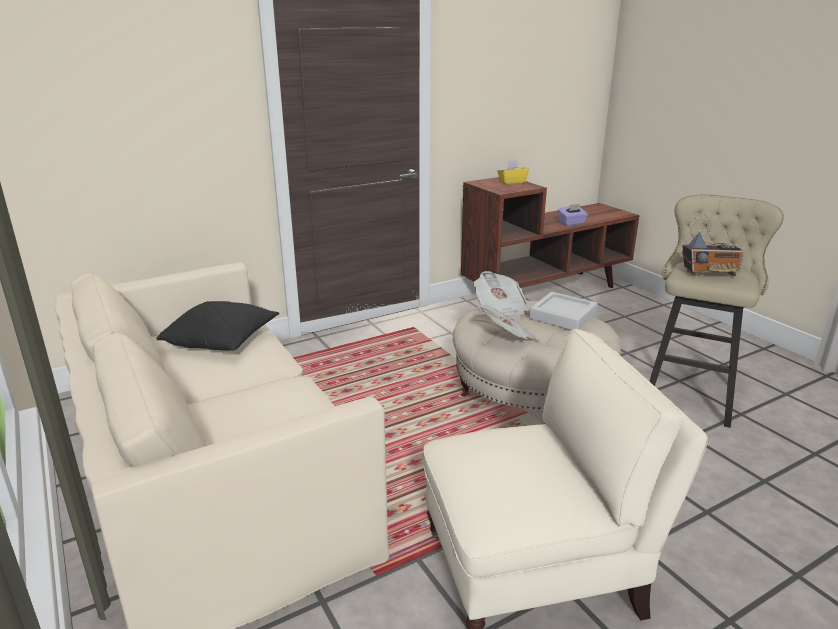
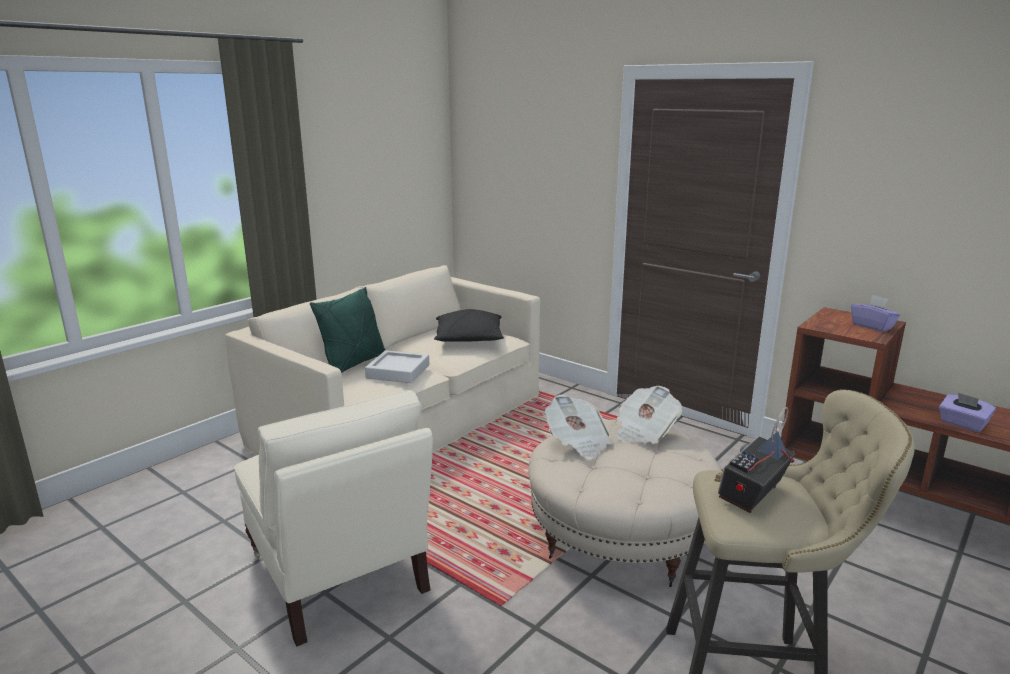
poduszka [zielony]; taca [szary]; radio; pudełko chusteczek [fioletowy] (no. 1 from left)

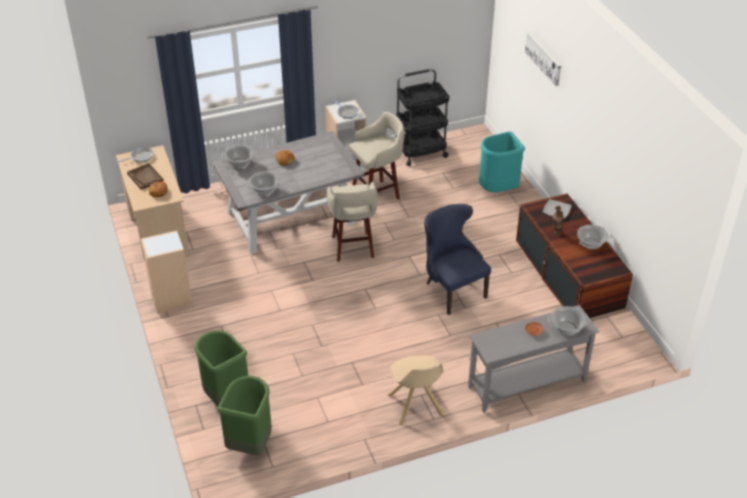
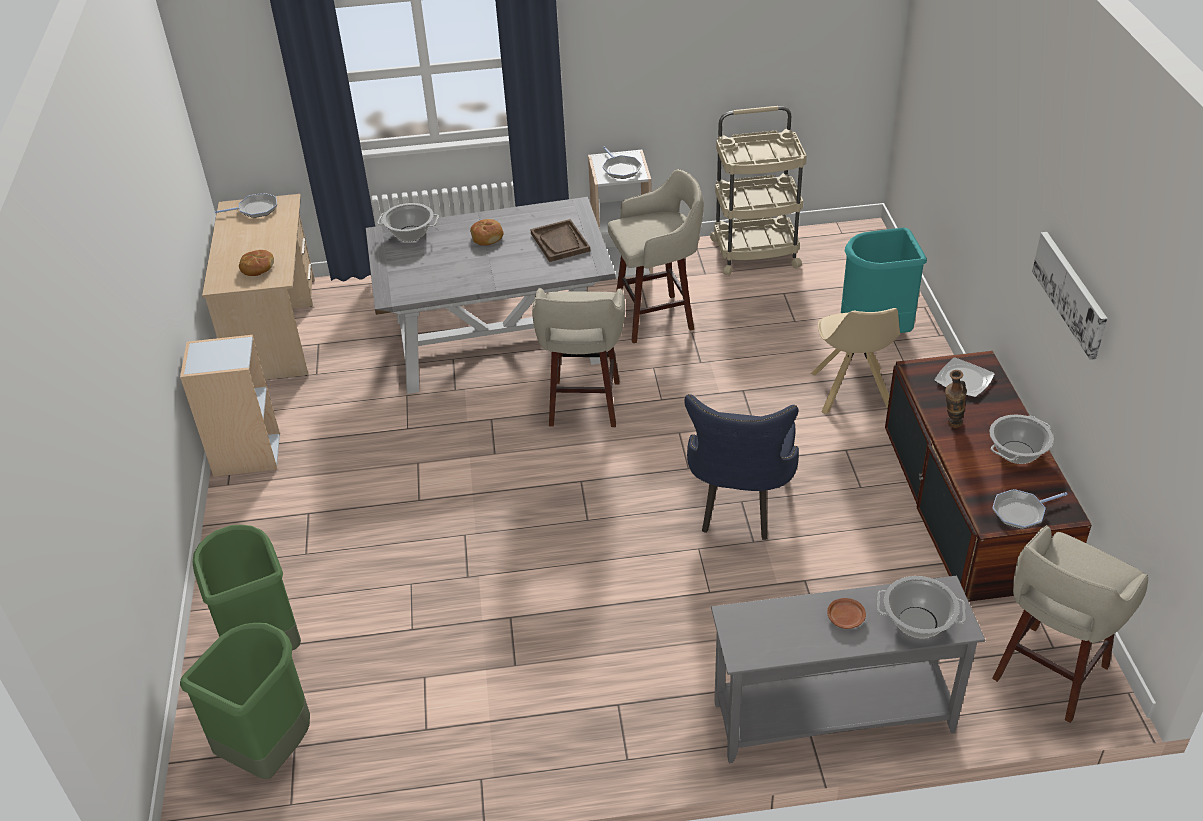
taca [brązowy]; krzesło [niebieski]; wózek [beżowy]; krzesło [beżowy]; stołek [beżowy] (no. 3 from left); patelnia (no. 3 from left); obraz; garnek (no. 2 from left in the first image)

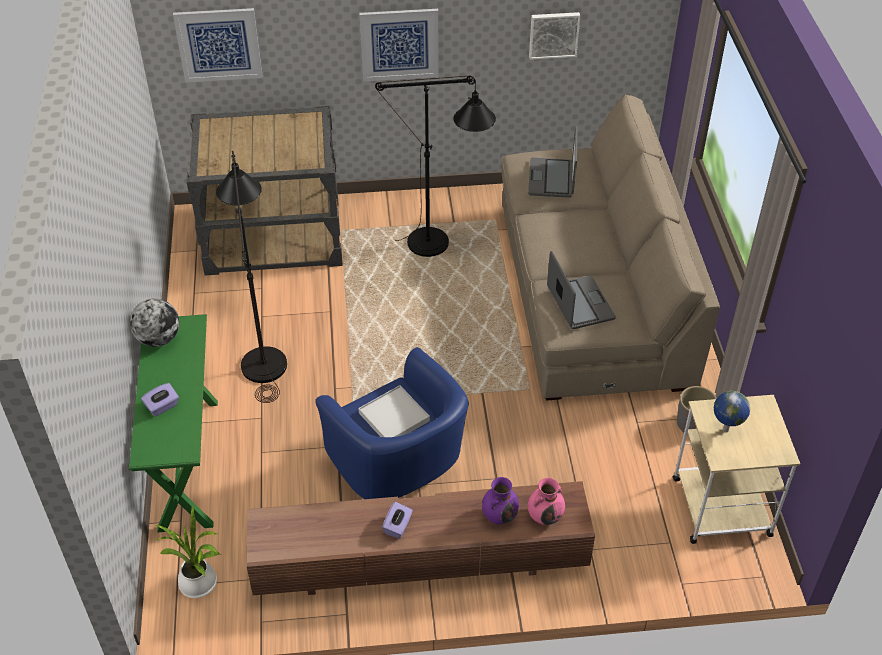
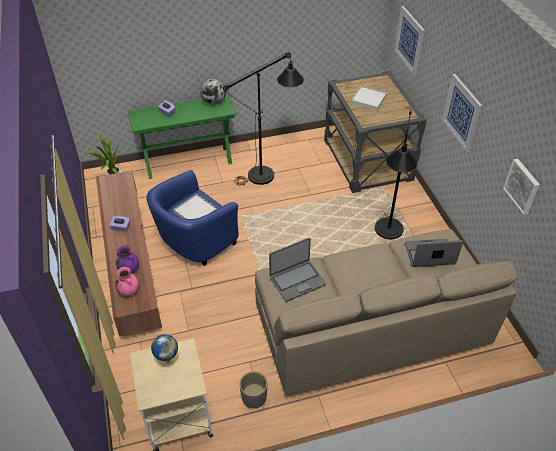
taca [biały] (no. 2 from left)

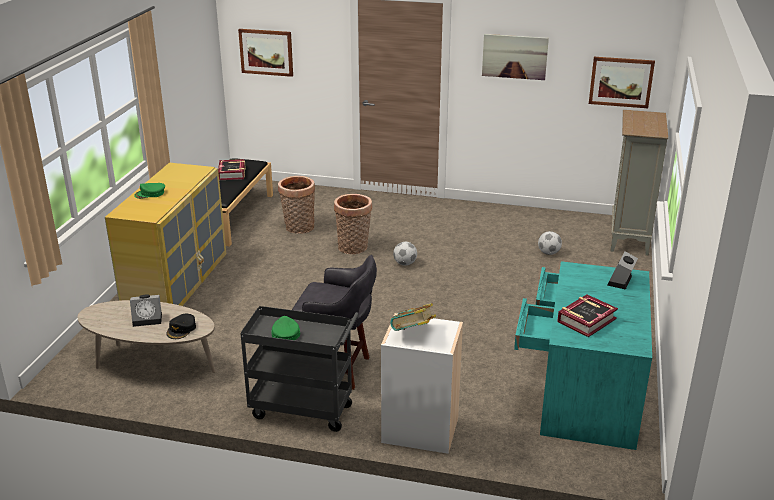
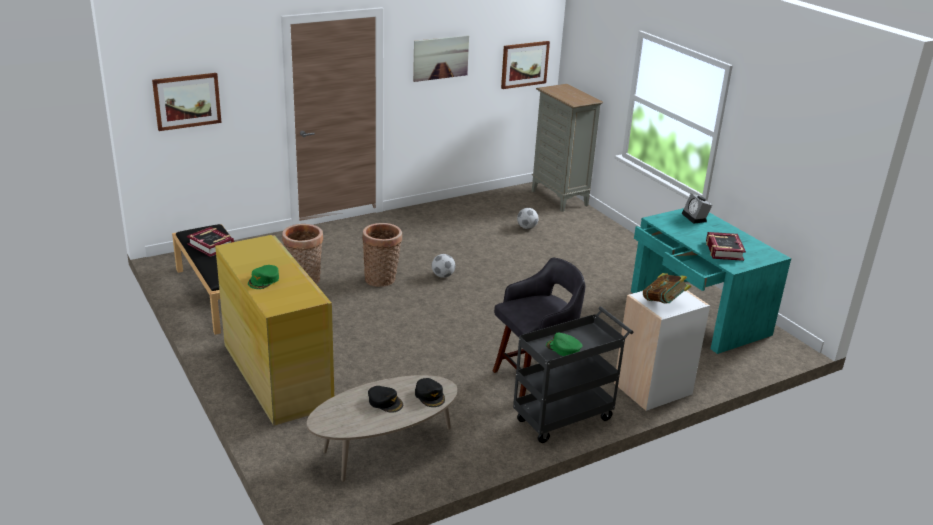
czapka z daszkiem [czarny] (no. 1 from left)

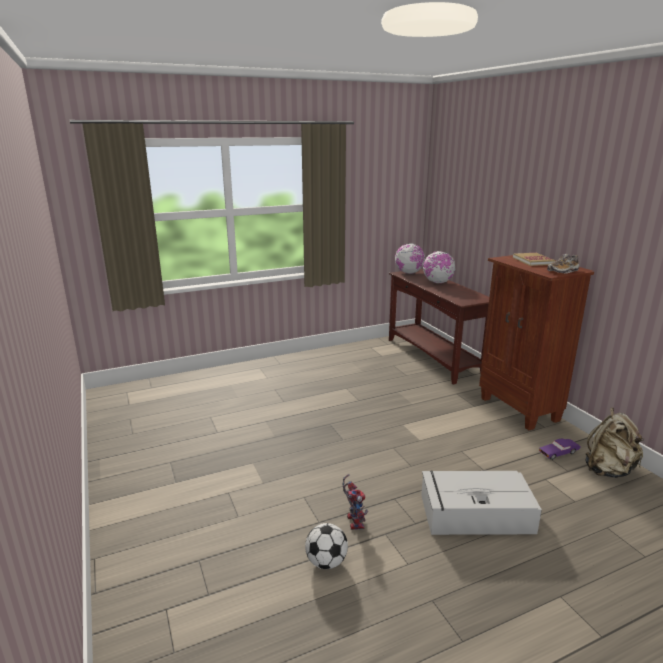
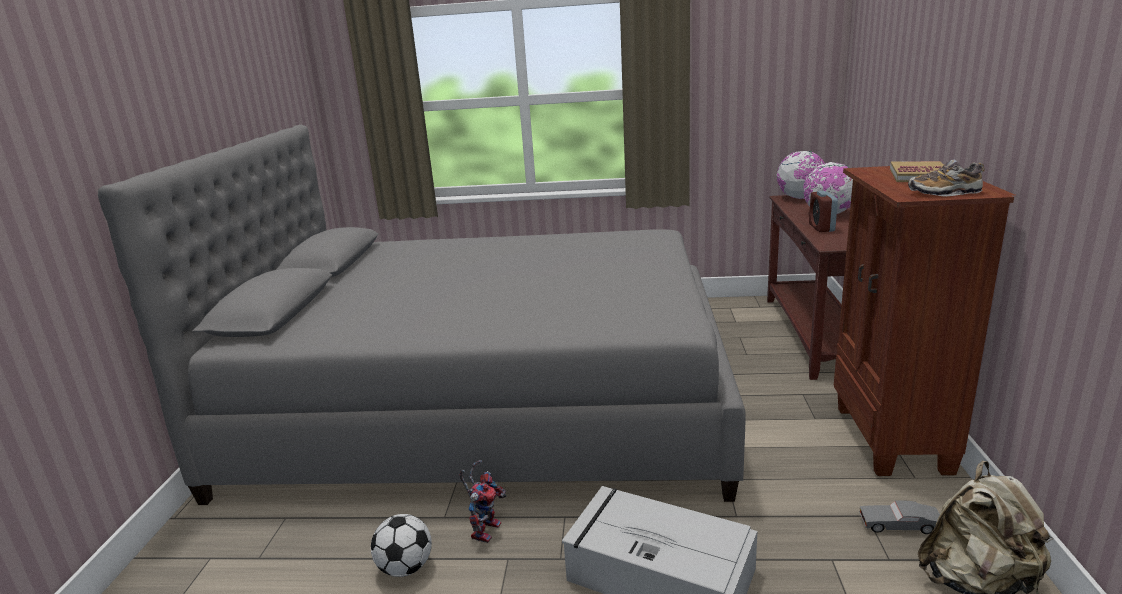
łóżko [szary]; budzik; samochodzik [szary]

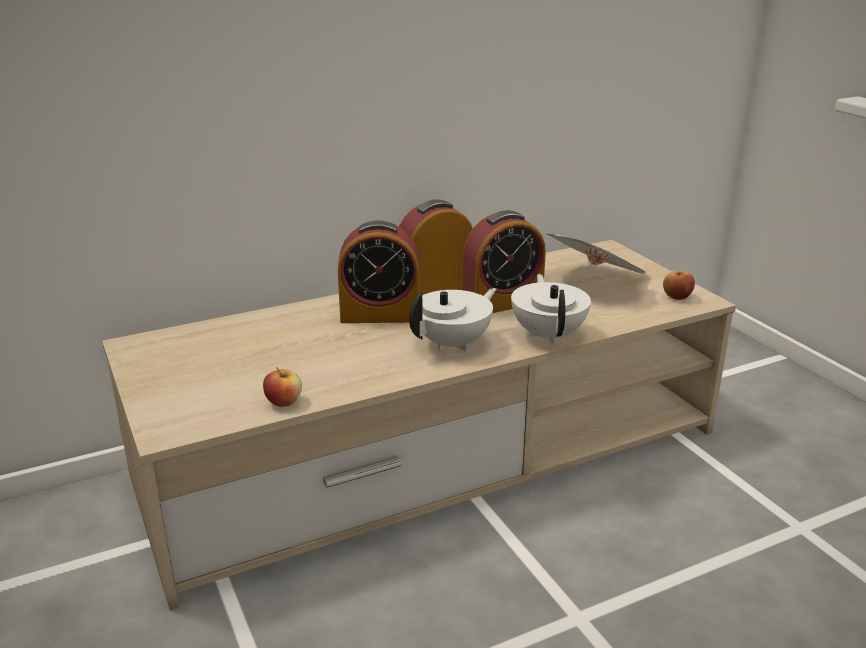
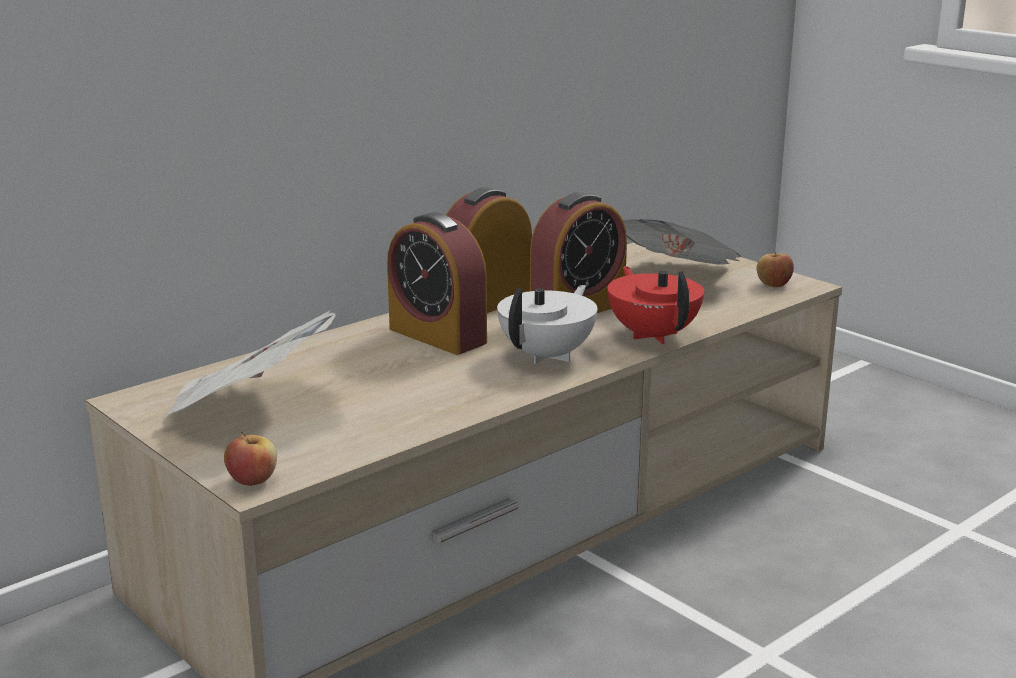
gazeta (no. 1 from left); jabłko (no. 1 from left); budzik (no. 1 from left); imbryk [czerwony]

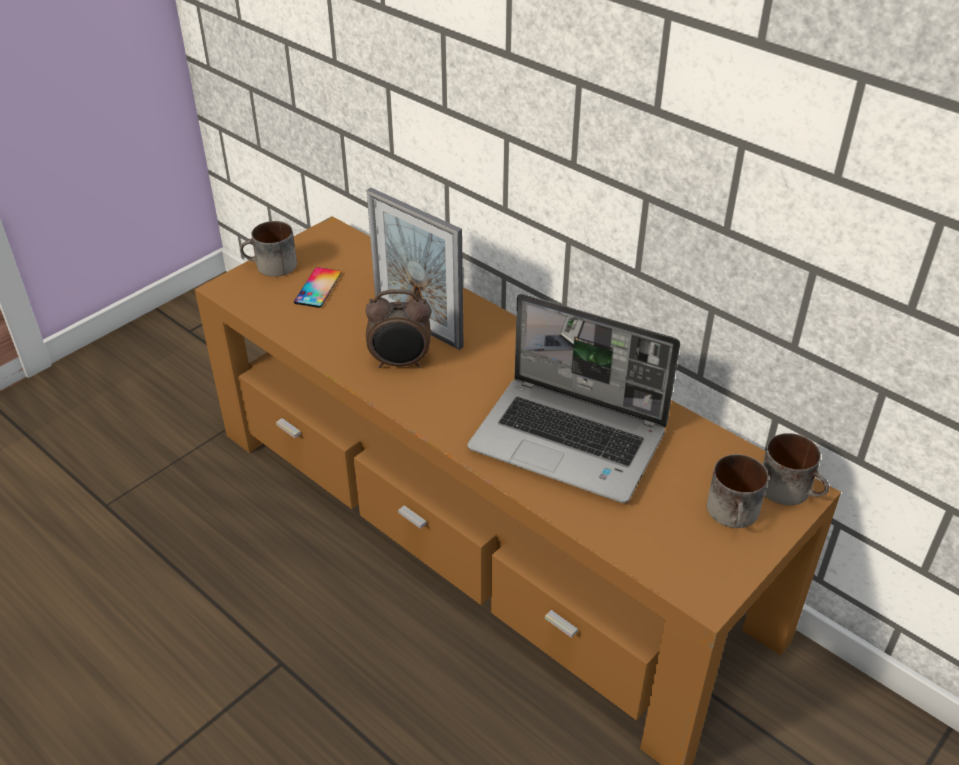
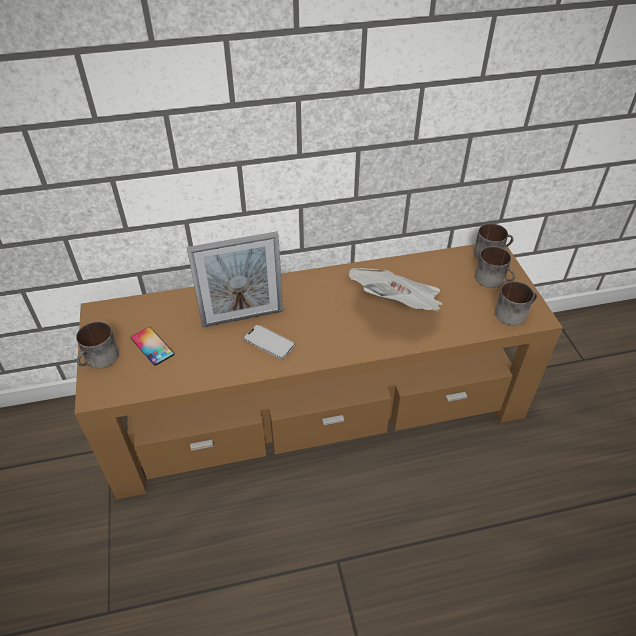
telefon (no. 2 from left); gazeta; kubek (no. 4 from left)

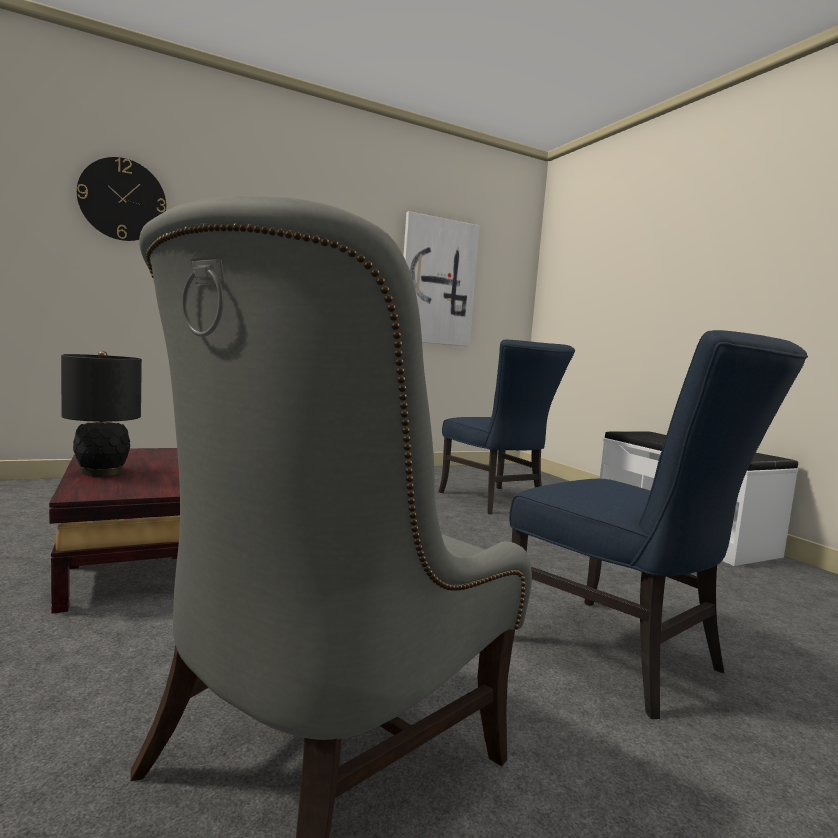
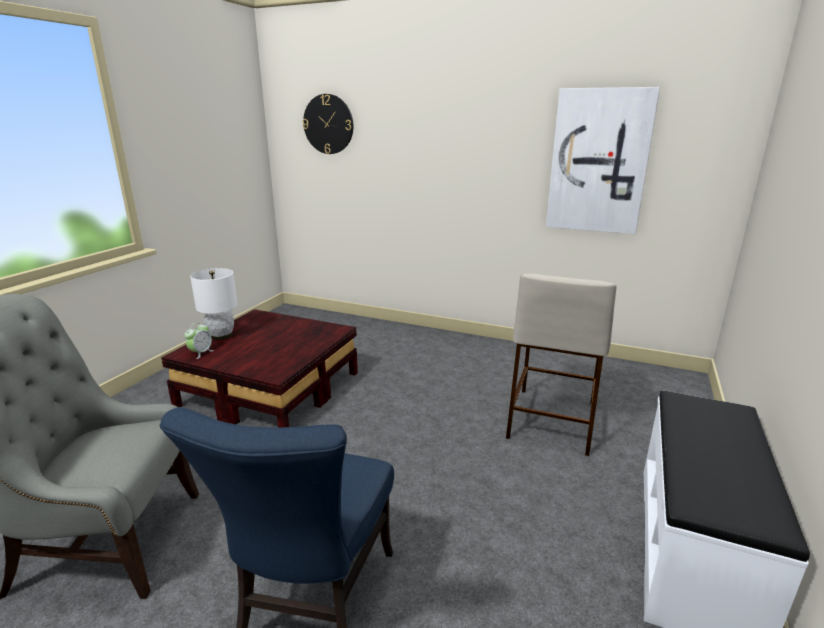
budzik; lampa stołowa [biały]; stołek [beżowy]

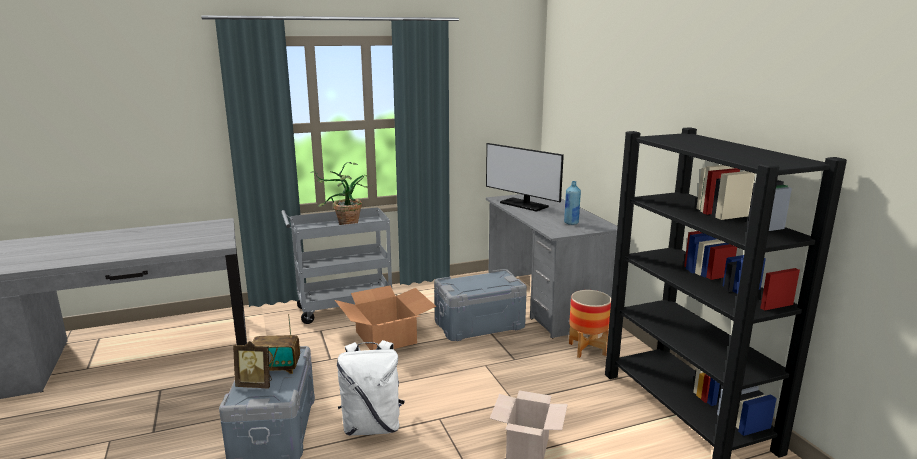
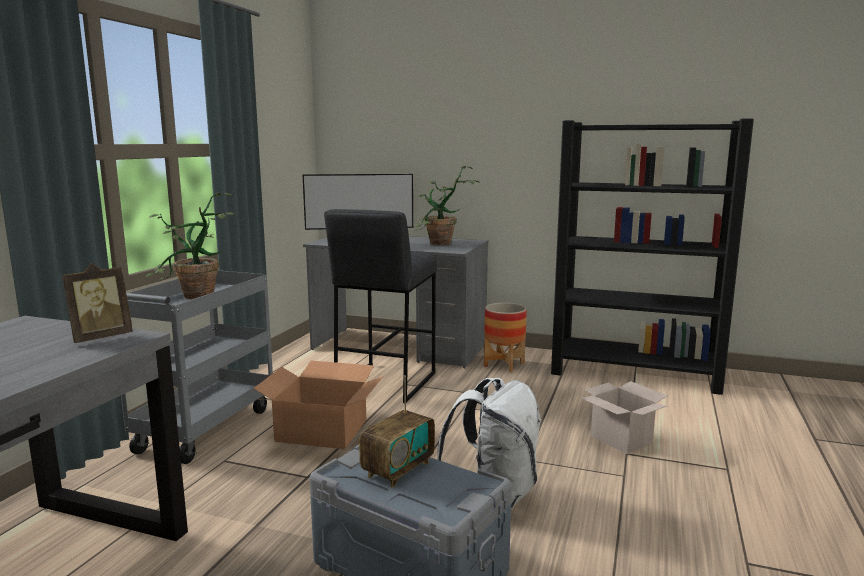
ramka na zdjęcie; stołek [szary]; roślina doniczkowa (no. 2 from left)

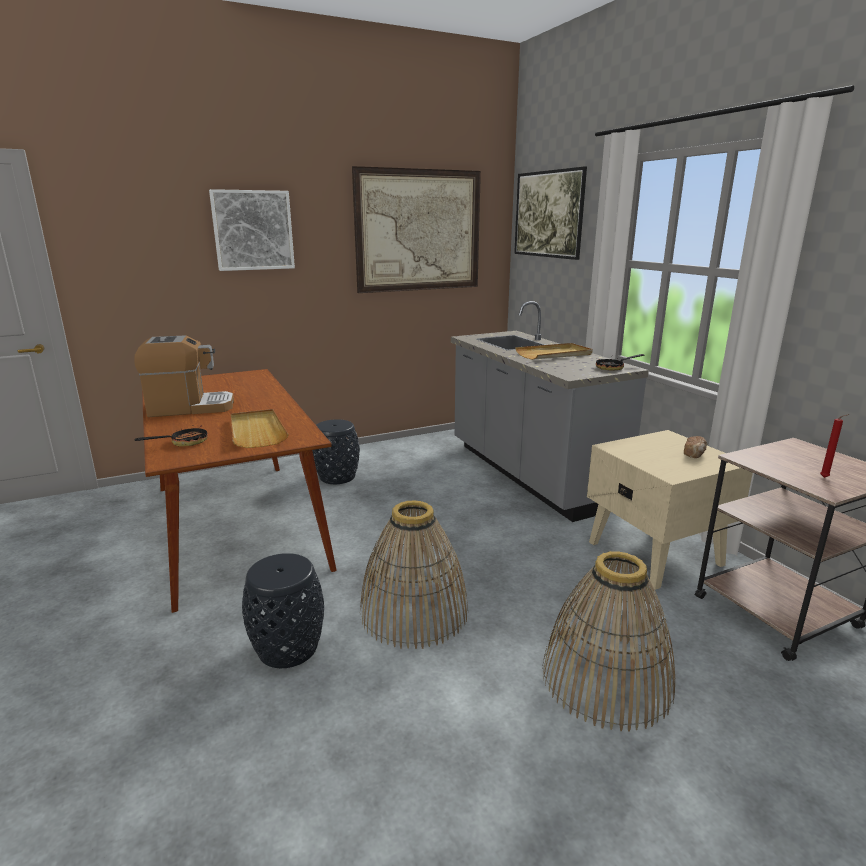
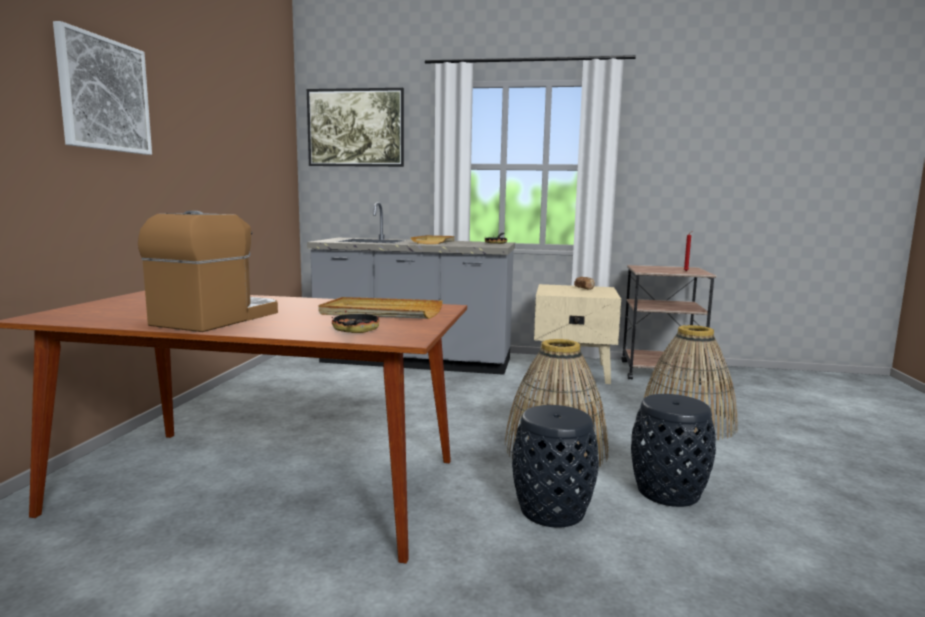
stołek [czarny] (no. 2 from left); obraz (no. 2 from left in the first image)

